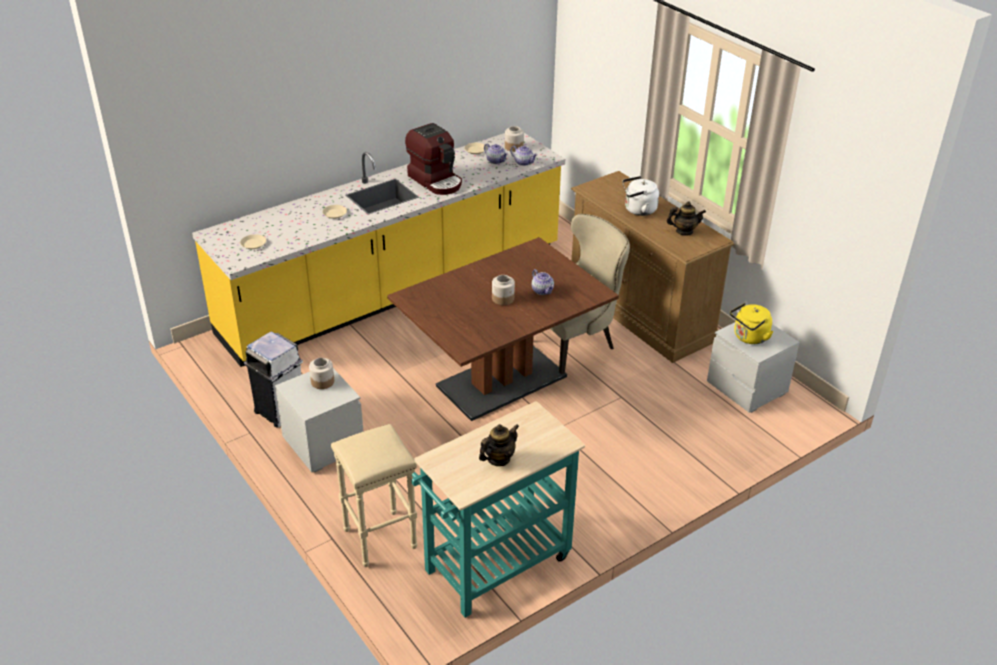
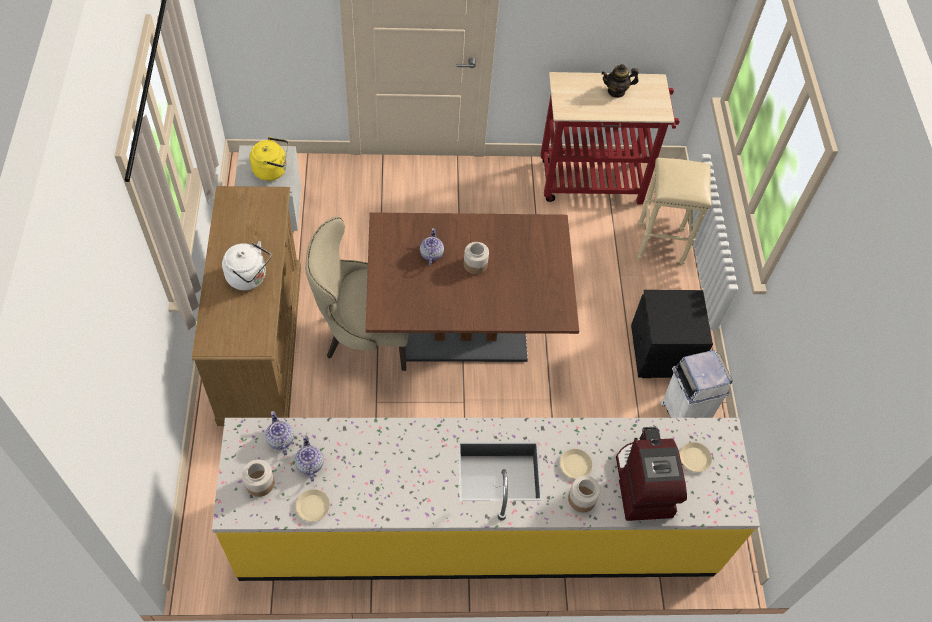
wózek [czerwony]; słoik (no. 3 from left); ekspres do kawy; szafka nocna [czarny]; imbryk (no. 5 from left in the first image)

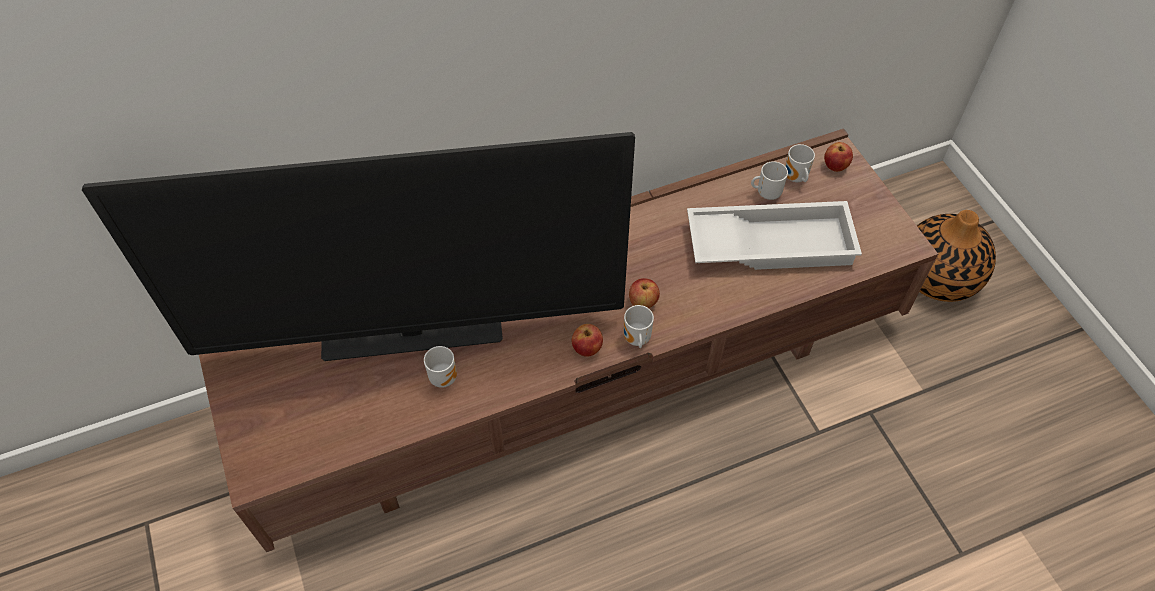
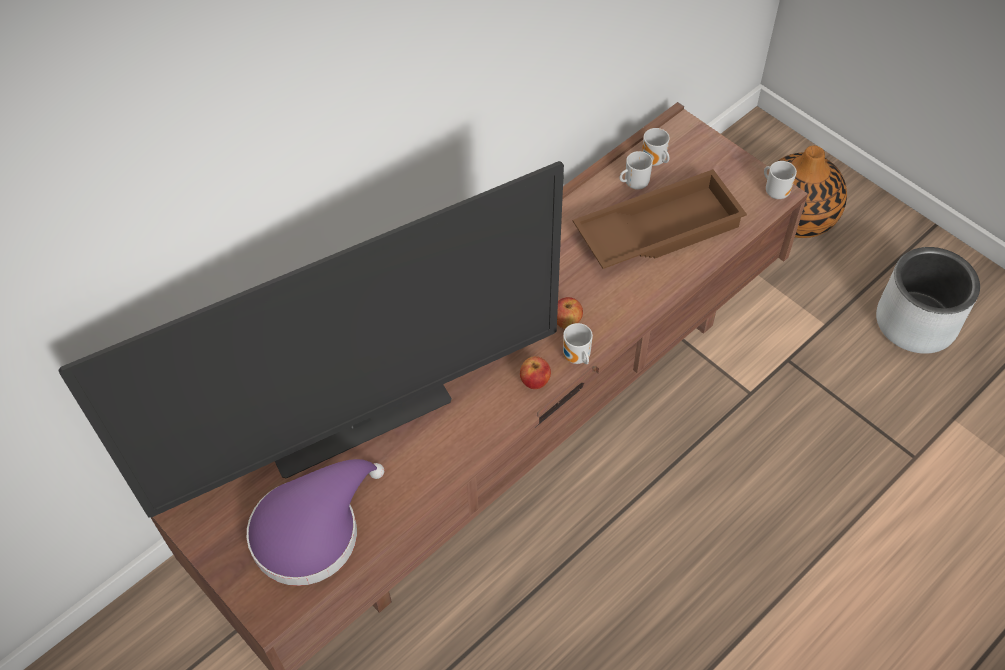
kapelusz [fioletowy]; taca [brązowy]; kubek (no. 4 from left); donica [szary]; jabłko (no. 3 from left in the first image)

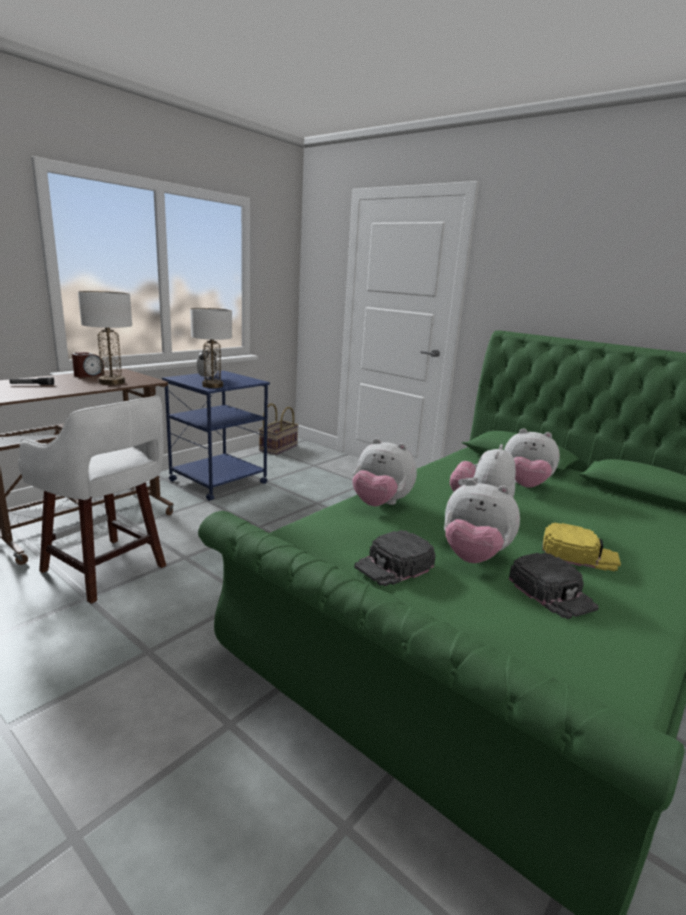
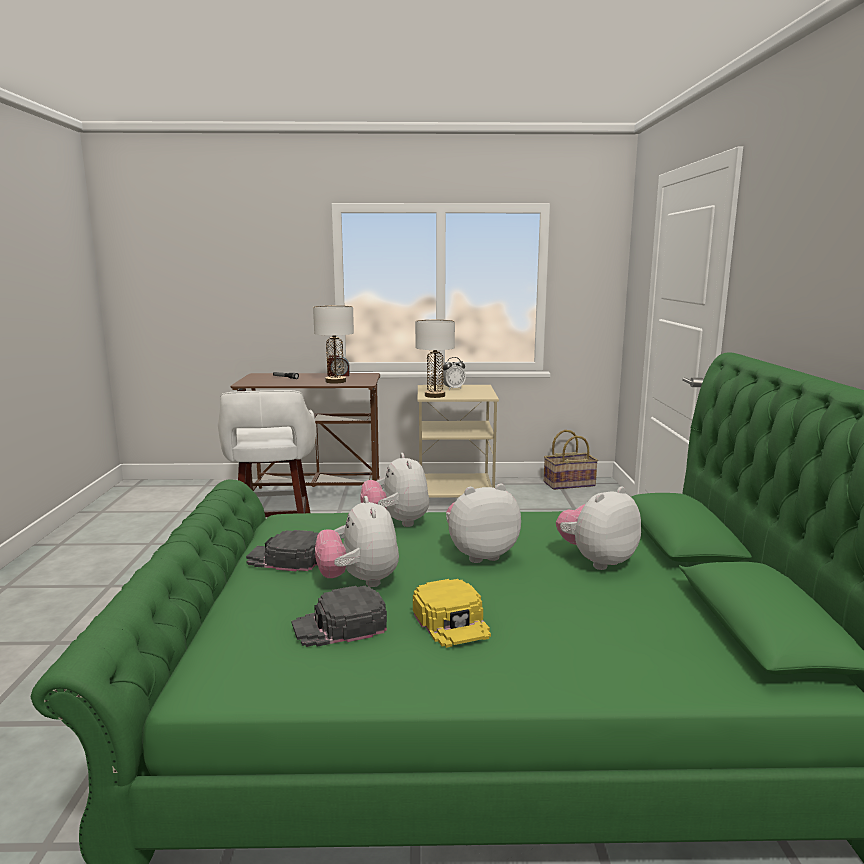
czapka z daszkiem [czarny] (no. 2 from left); wózek [beżowy]; pluszak (no. 4 from left)

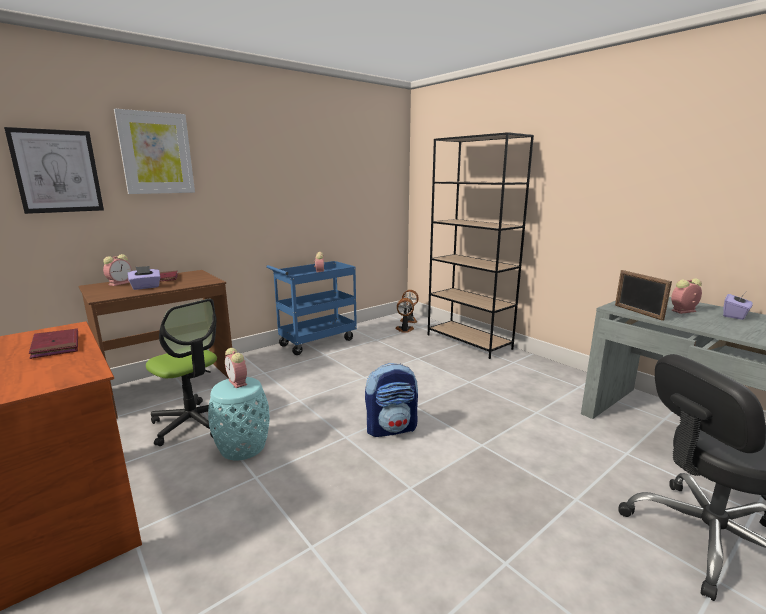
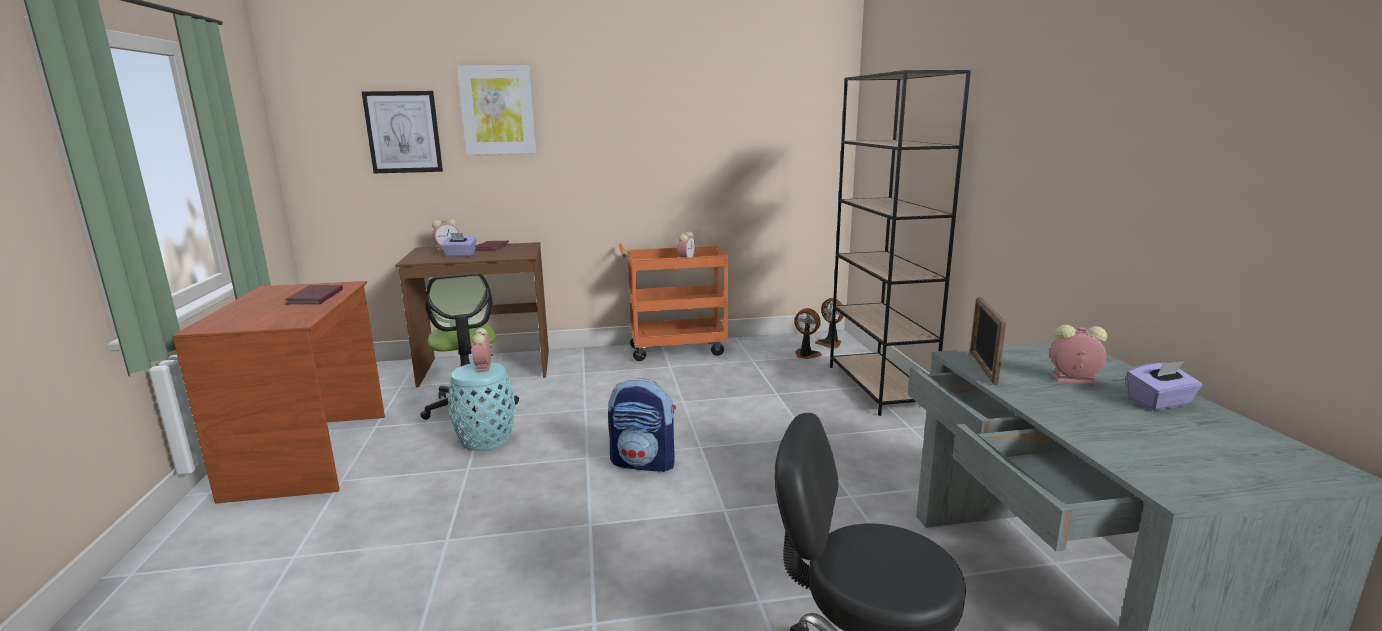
wózek [pomarańczowy]

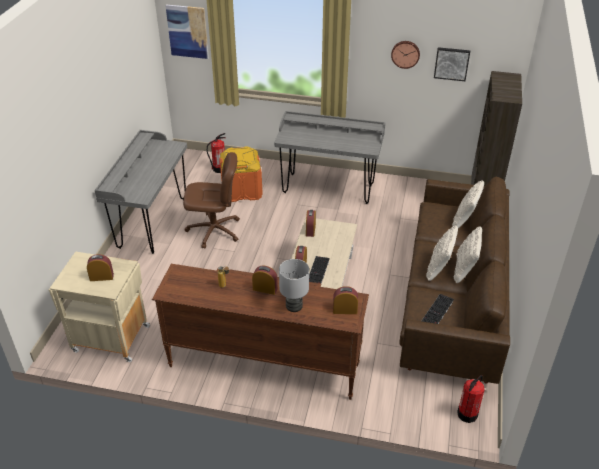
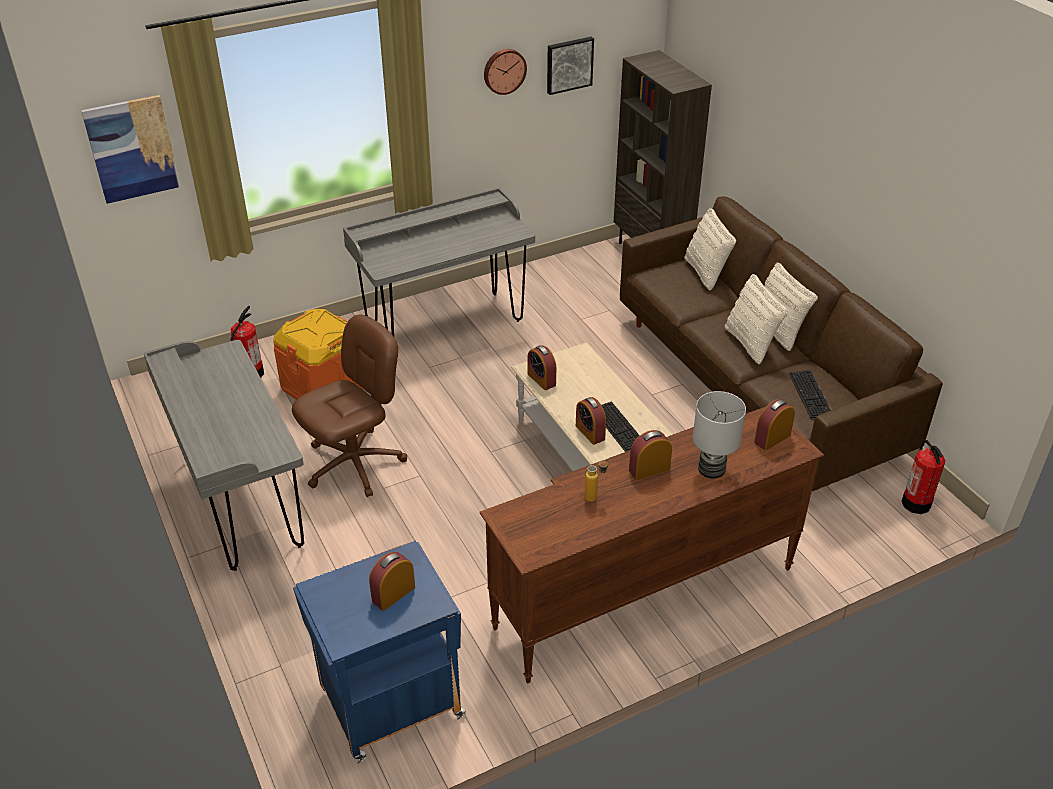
wózek [niebieski]

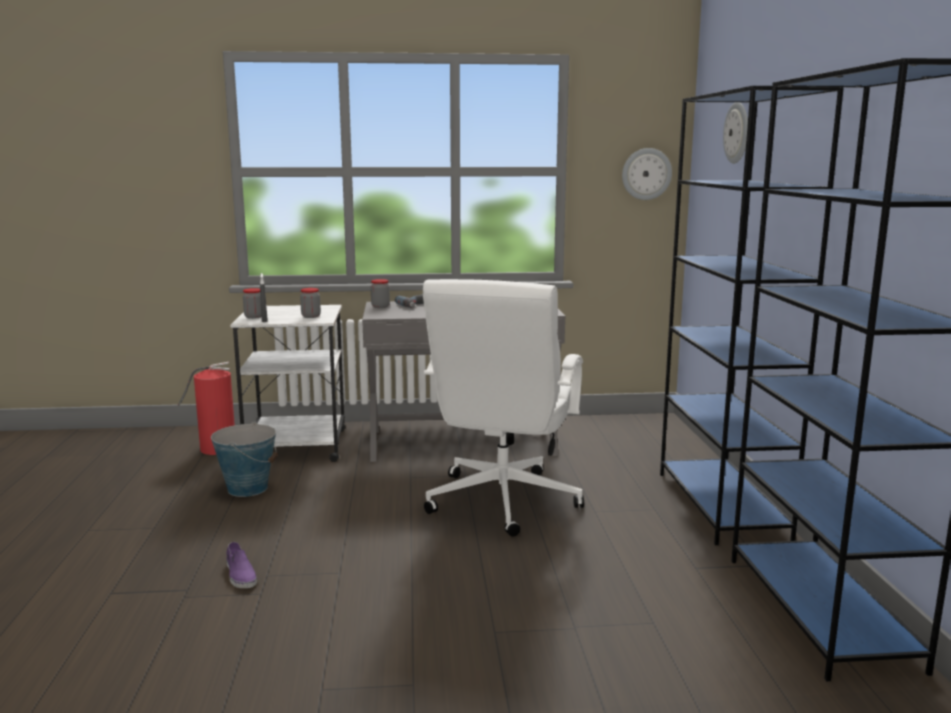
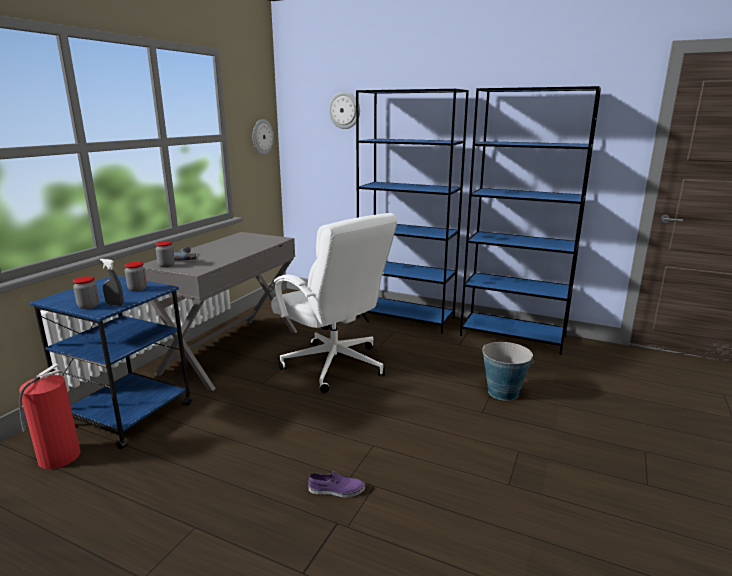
wózek [niebieski]; wiadro

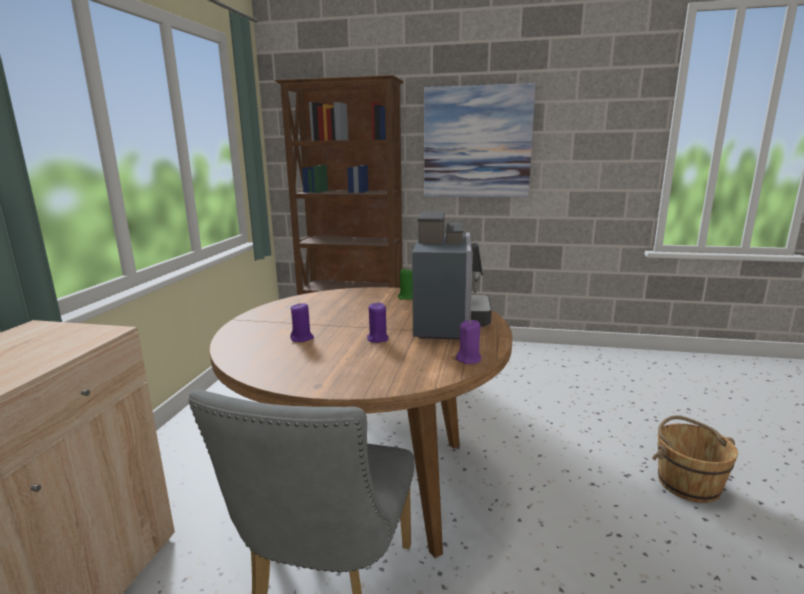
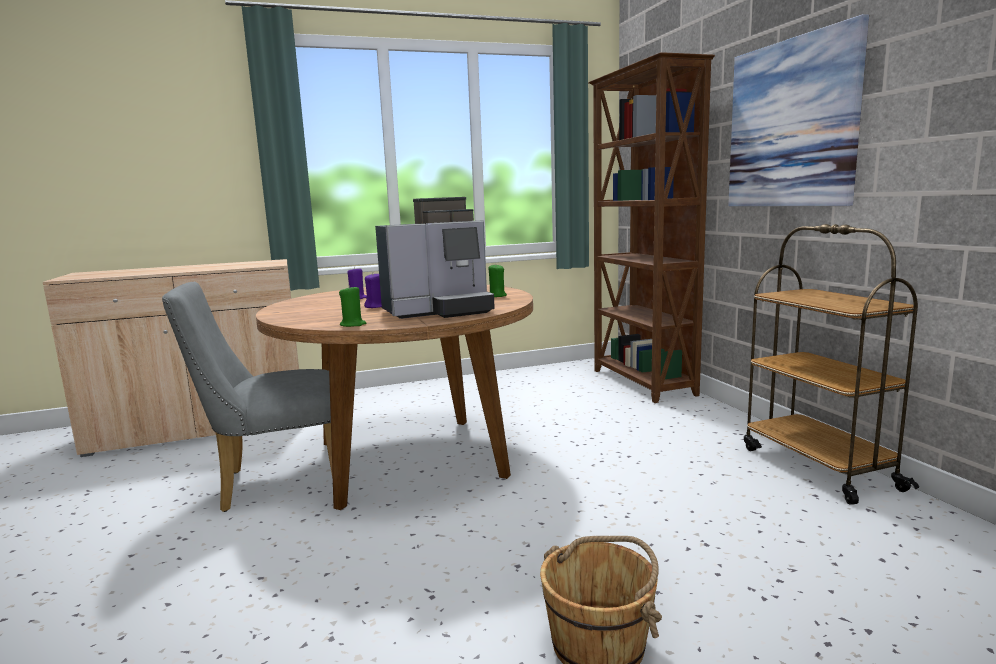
świeca [zielony] (no. 1 from left); wózek [brązowy]

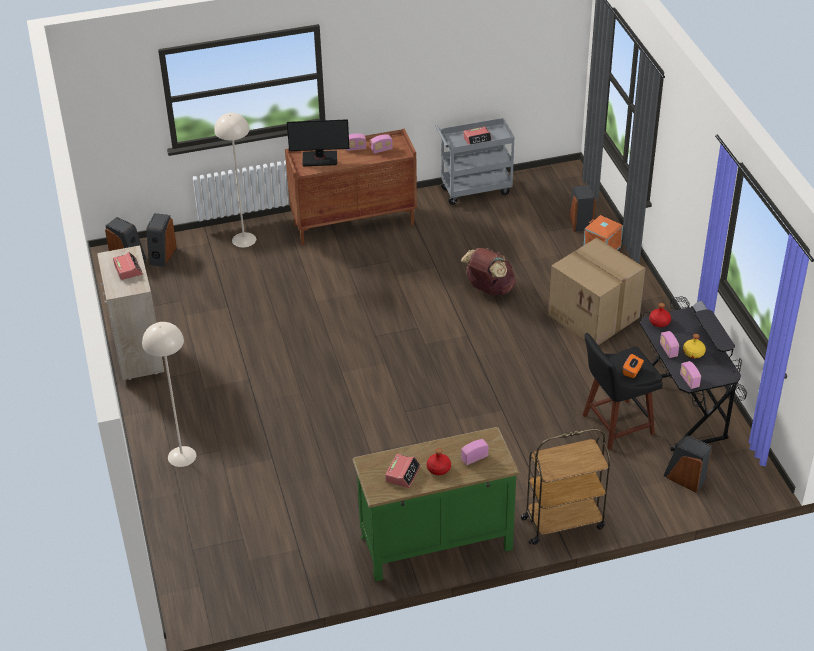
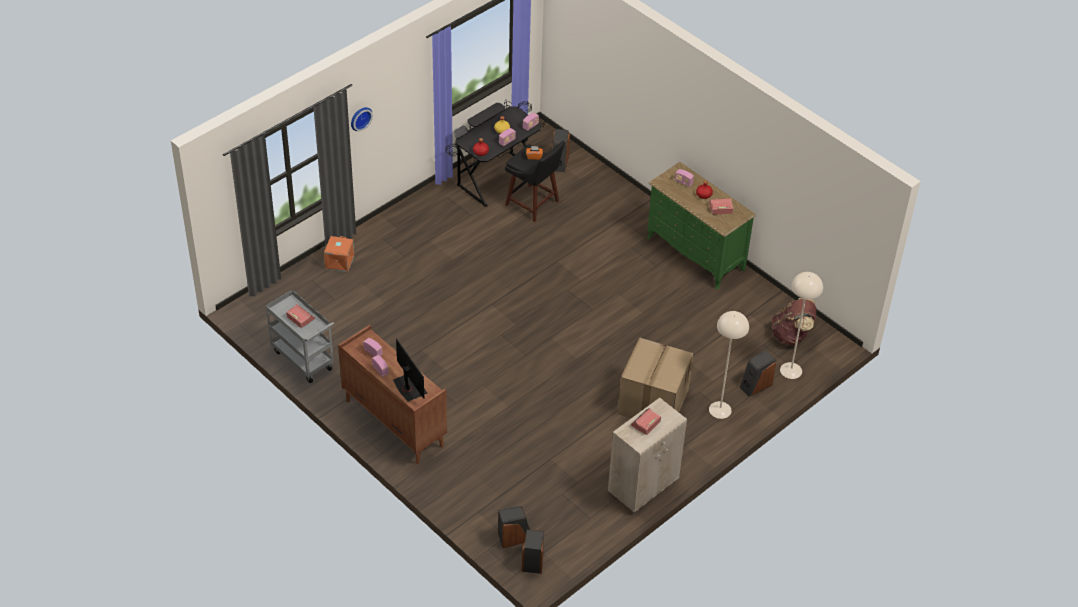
zegar ścienny; karton; głośnik (no. 4 from left); plecak [brązowy]; lampa stojąca [beżowy] (no. 2 from left); wózek [brązowy]

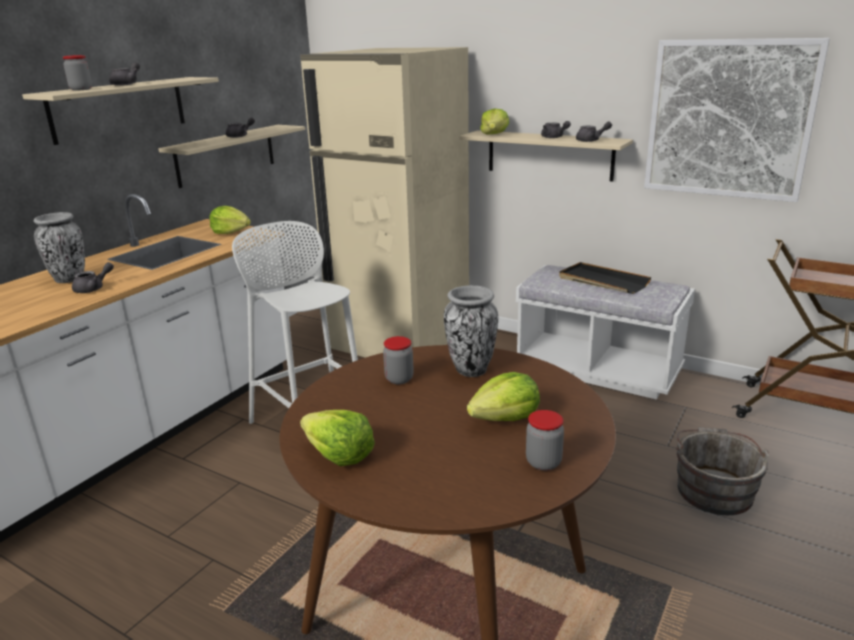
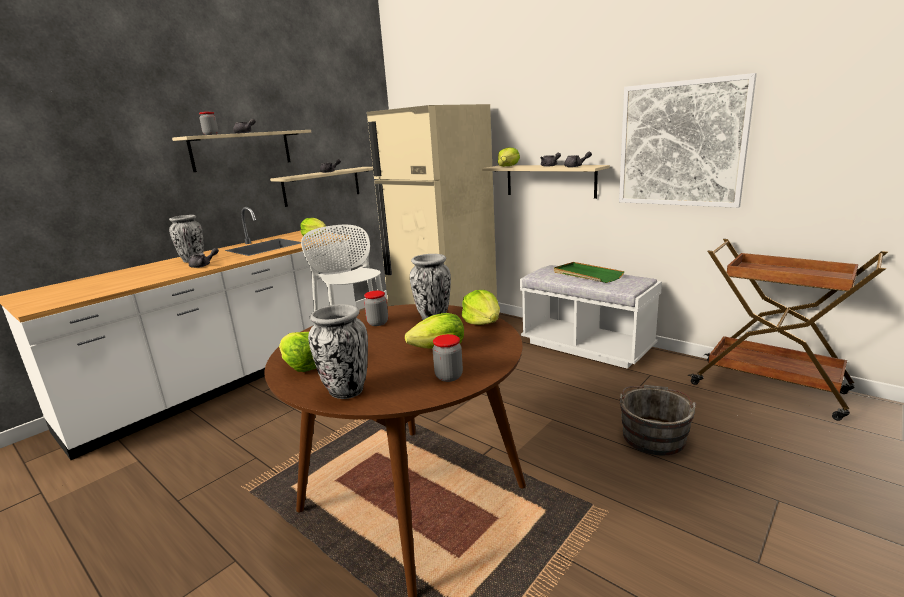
wazon (no. 2 from left); sałata (no. 4 from left); taca [zielony]

